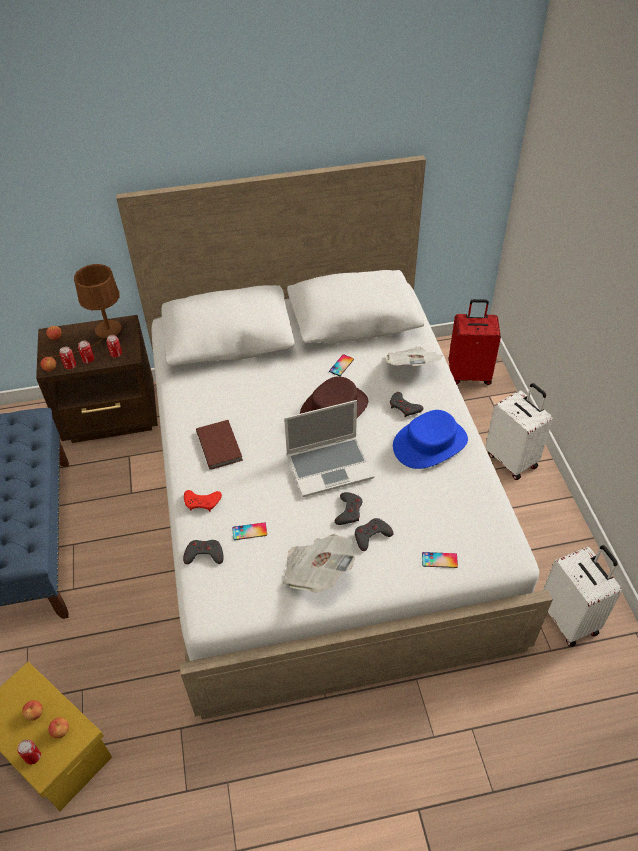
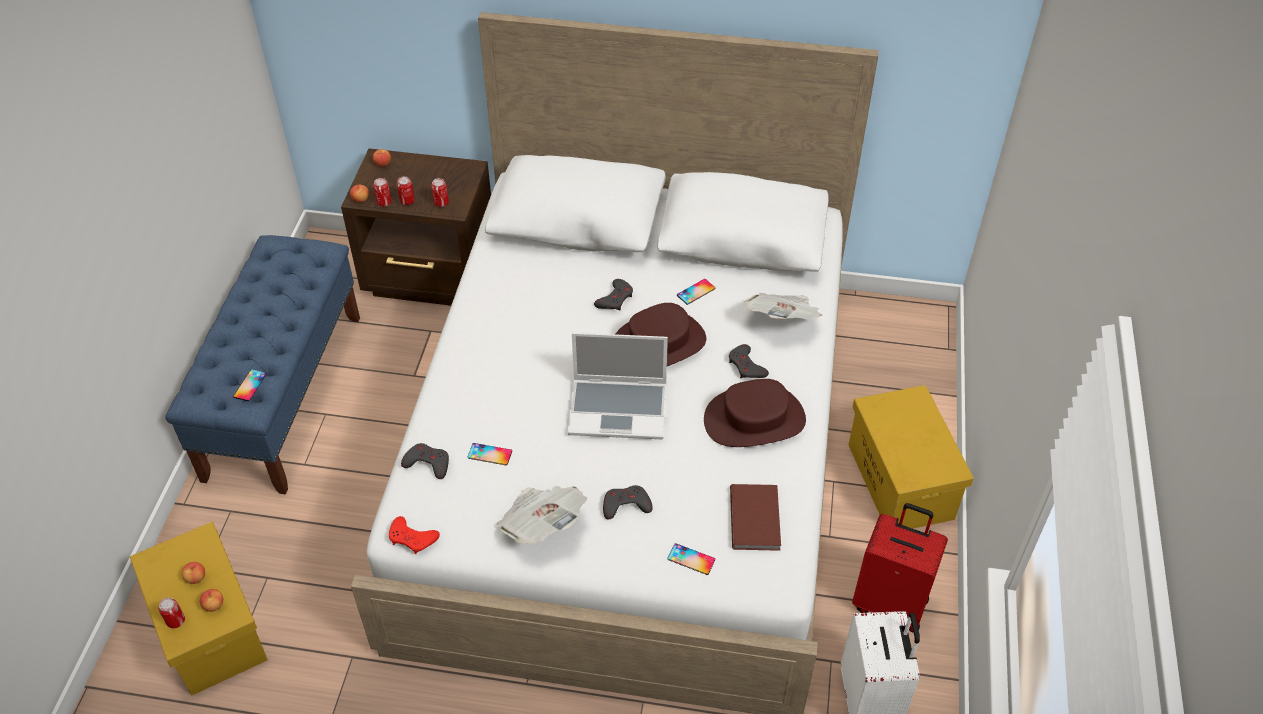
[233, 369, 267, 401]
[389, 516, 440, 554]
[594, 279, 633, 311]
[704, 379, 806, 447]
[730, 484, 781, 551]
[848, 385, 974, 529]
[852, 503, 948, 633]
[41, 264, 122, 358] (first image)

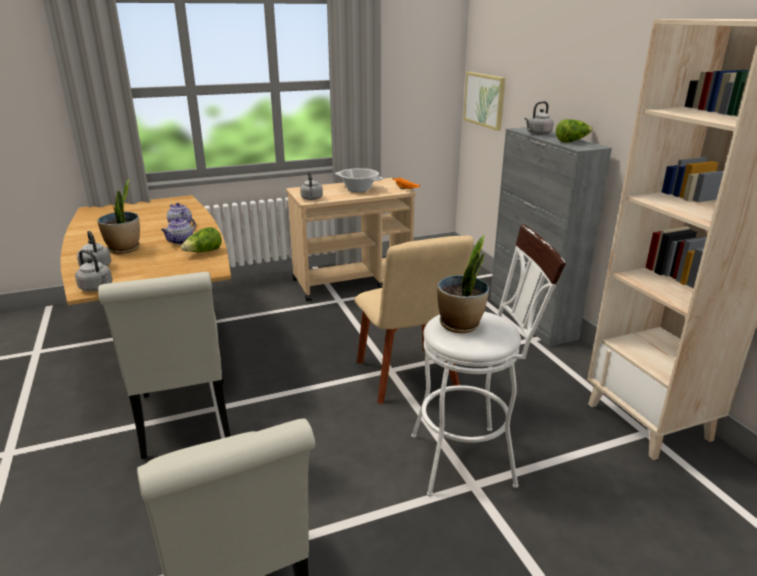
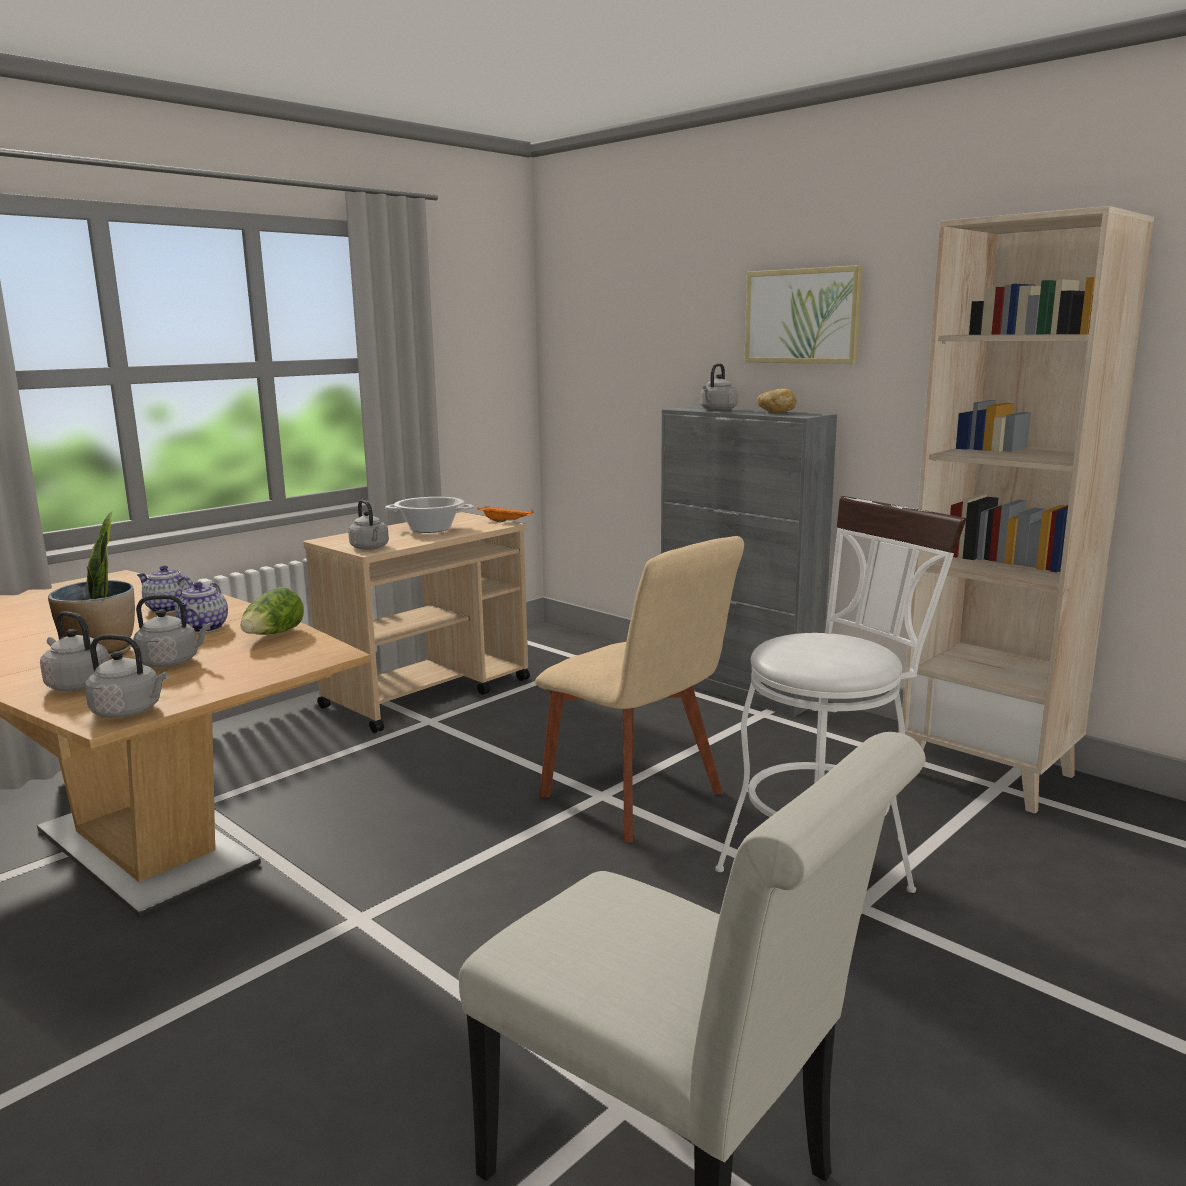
[134, 595, 210, 667]
[744, 265, 863, 364]
[757, 388, 797, 413]
[98, 272, 231, 459] (first image)
[437, 235, 489, 333] (first image)

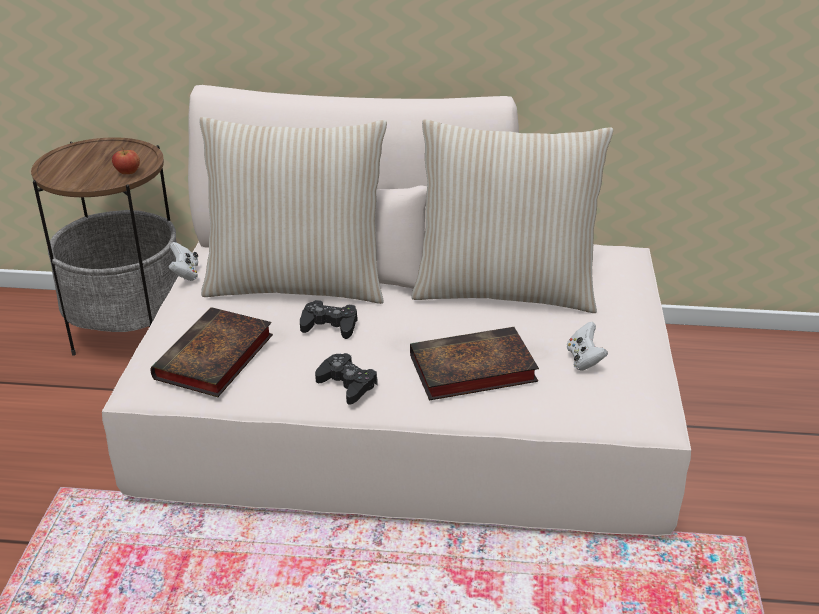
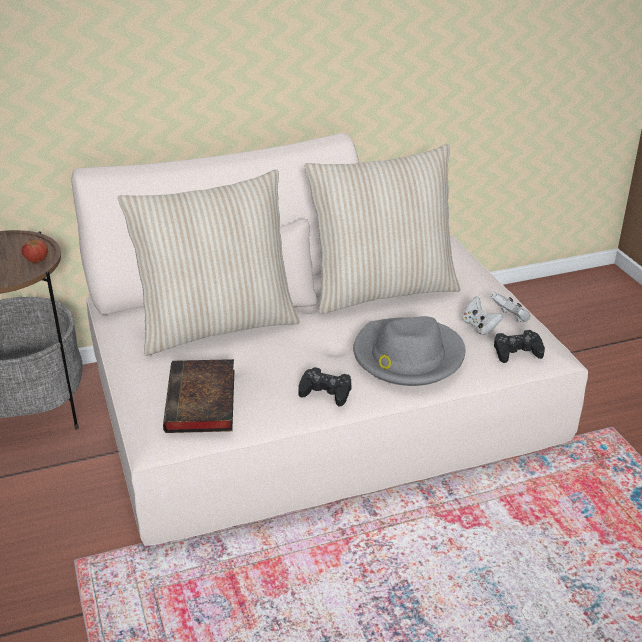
[353, 316, 465, 386]
[491, 293, 530, 322]
[494, 330, 545, 363]

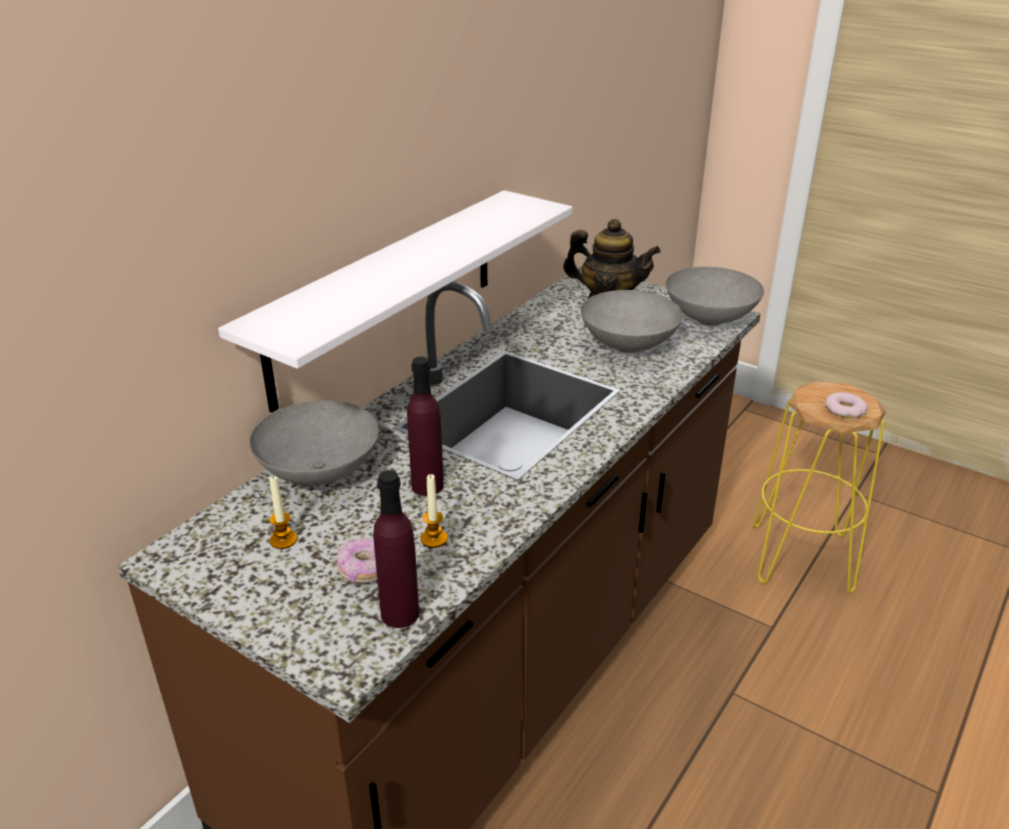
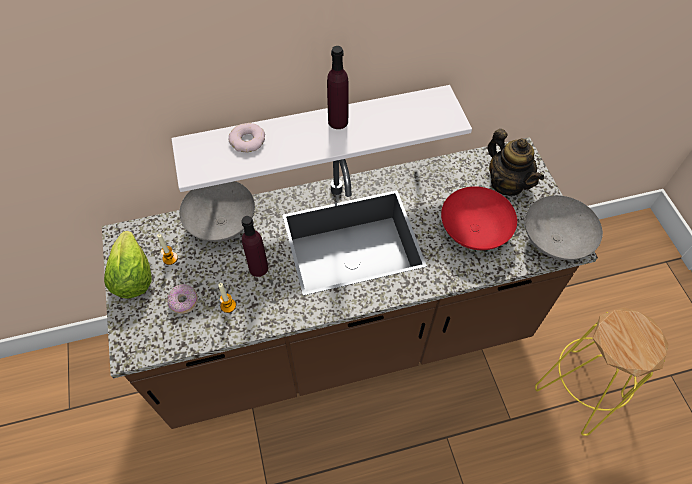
[104, 231, 152, 299]
[229, 123, 265, 153]
[327, 46, 349, 129]
[441, 186, 517, 250]

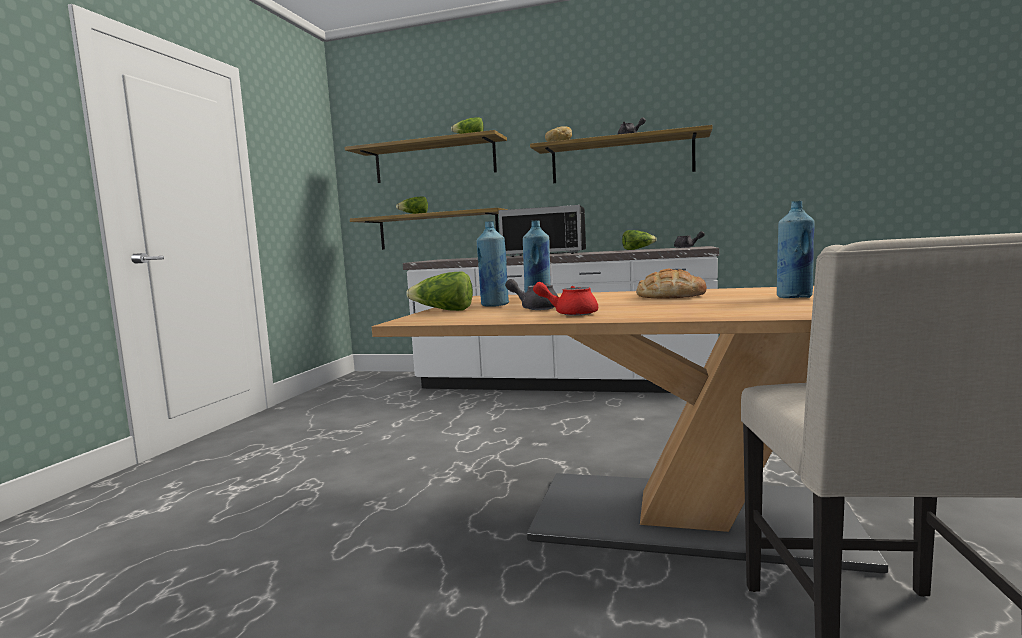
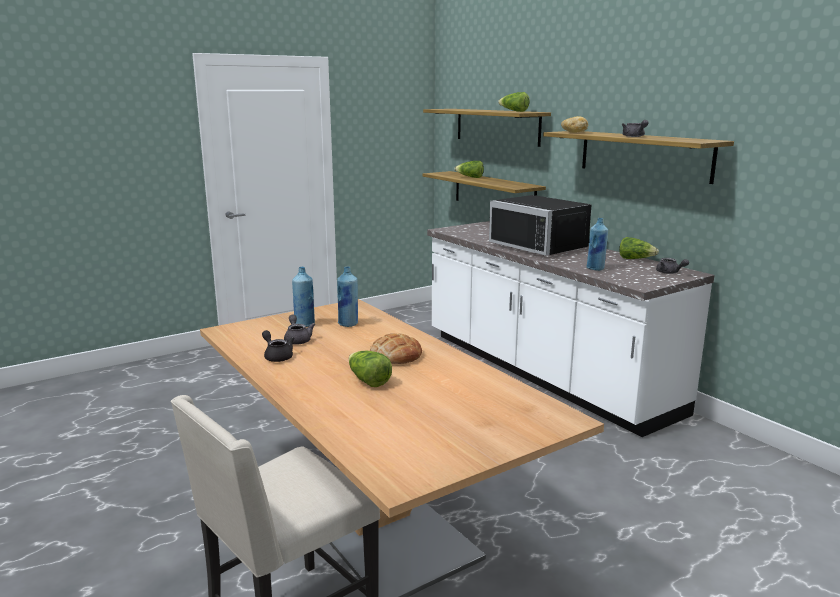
[262, 330, 294, 362]
[349, 351, 392, 387]
[587, 218, 608, 271]

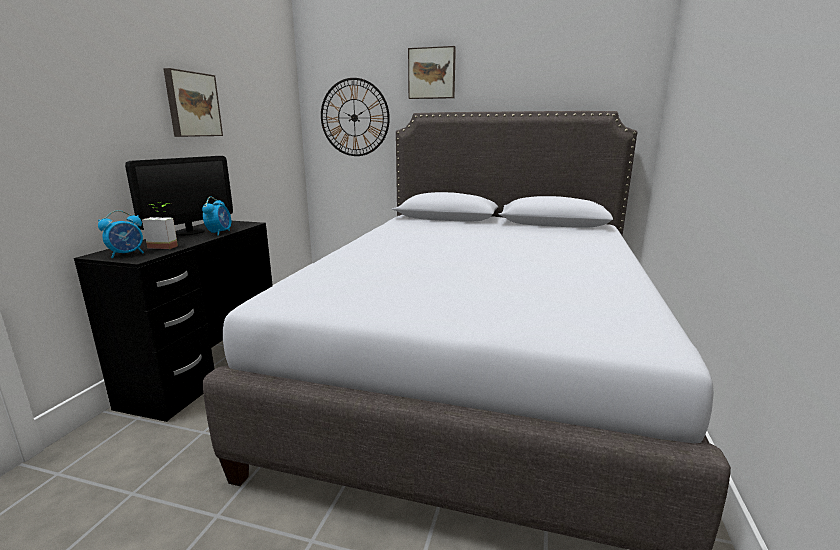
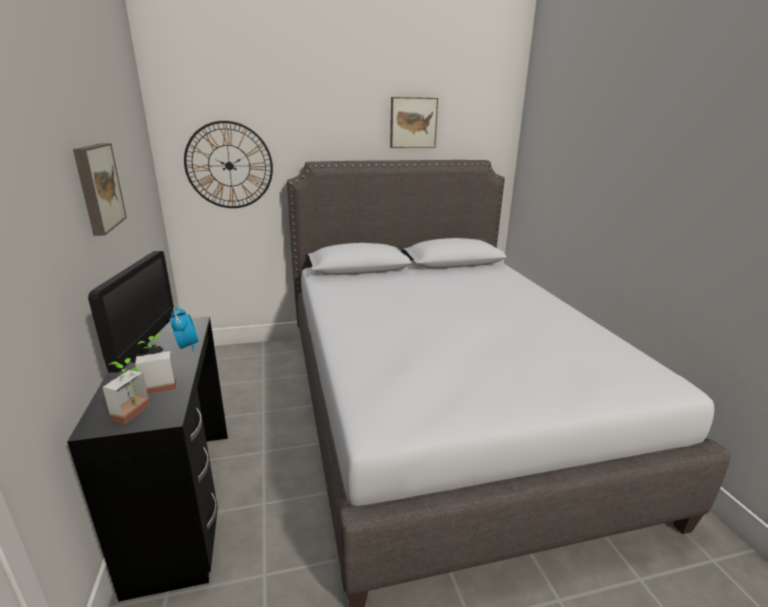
[102, 358, 150, 424]
[390, 97, 438, 148]

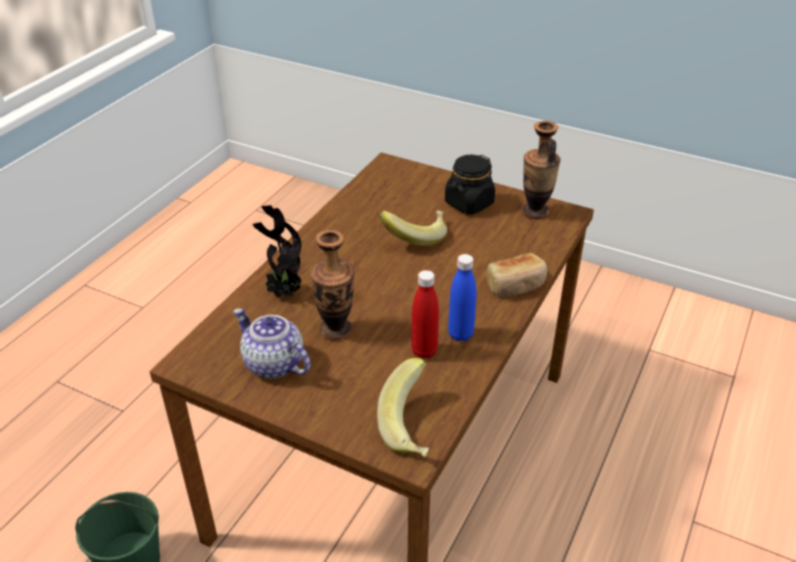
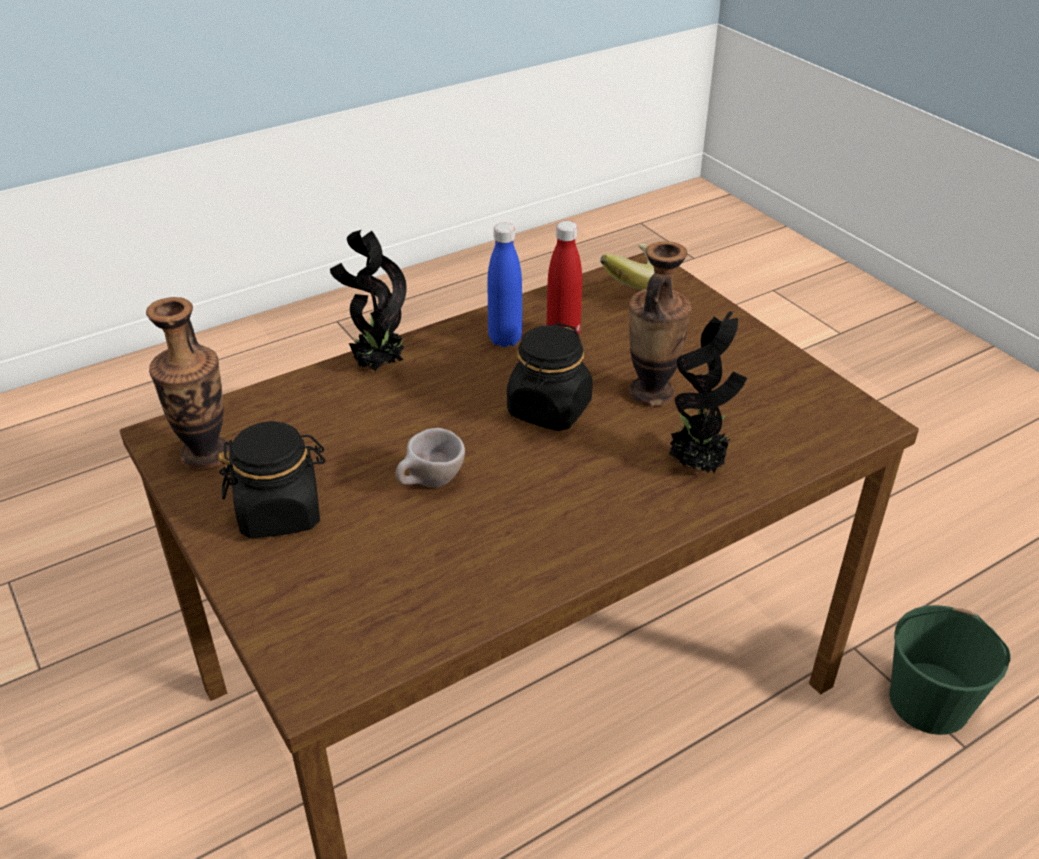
[330, 230, 407, 371]
[395, 428, 465, 487]
[507, 323, 593, 431]
[234, 308, 310, 379] (first image)

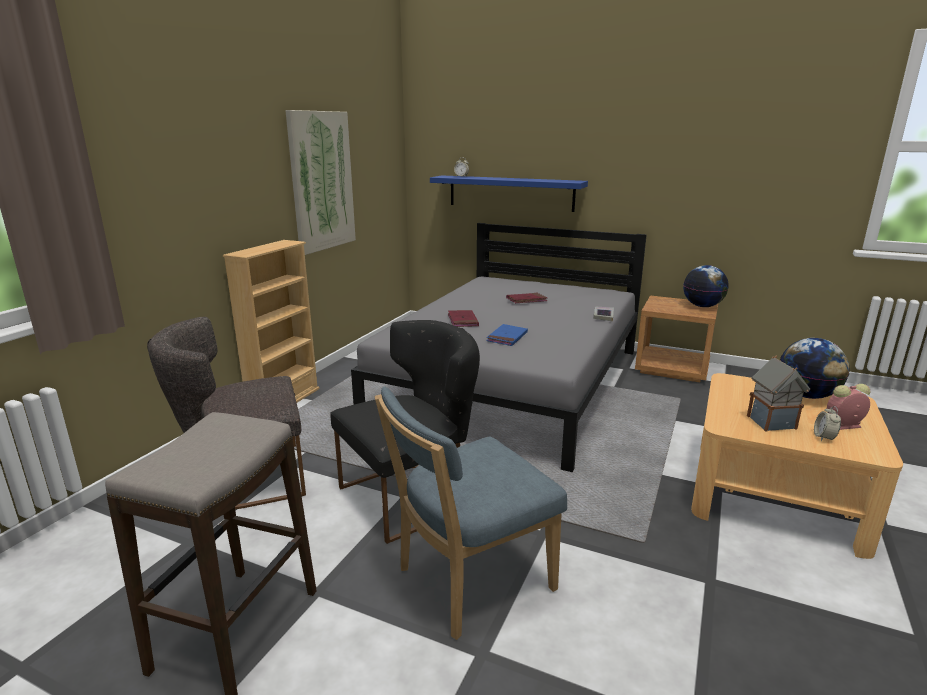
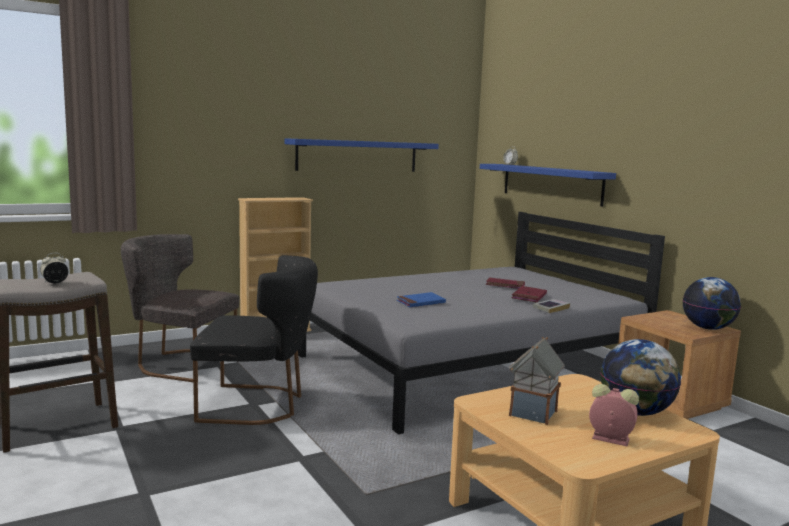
[40, 253, 69, 283]
[284, 138, 439, 172]
[511, 286, 547, 302]
[375, 386, 567, 640] (first image)

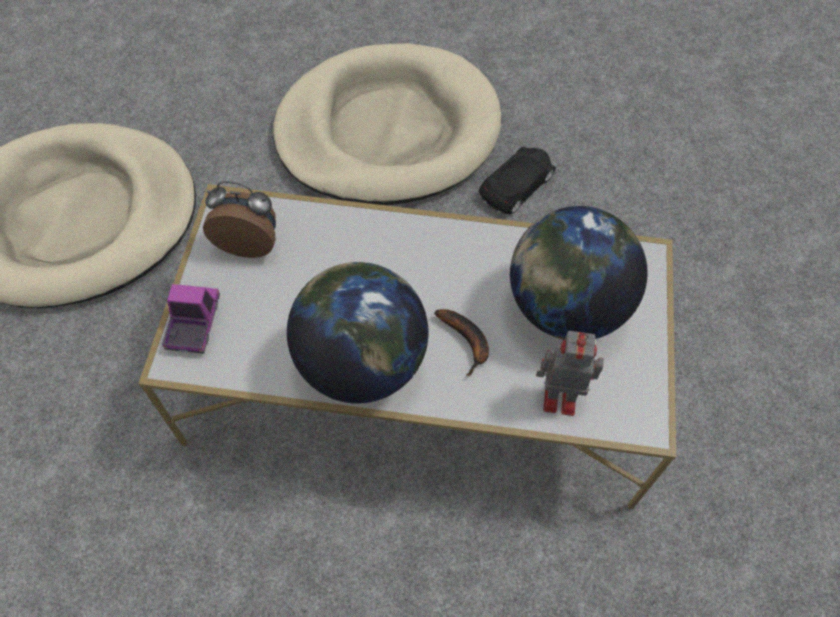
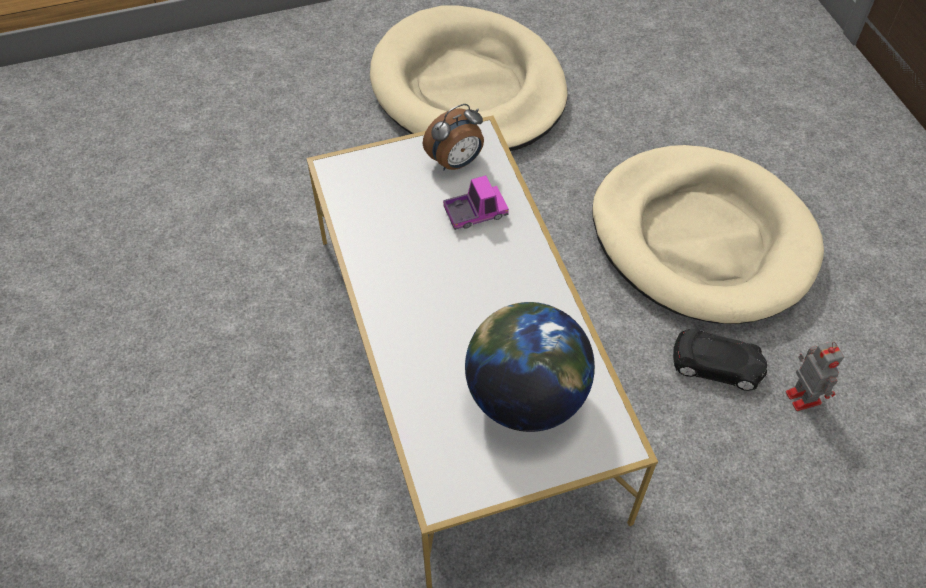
[423, 104, 484, 170]
[443, 175, 509, 230]
[786, 341, 844, 411]
[287, 262, 428, 404] (first image)
[434, 309, 489, 376] (first image)

